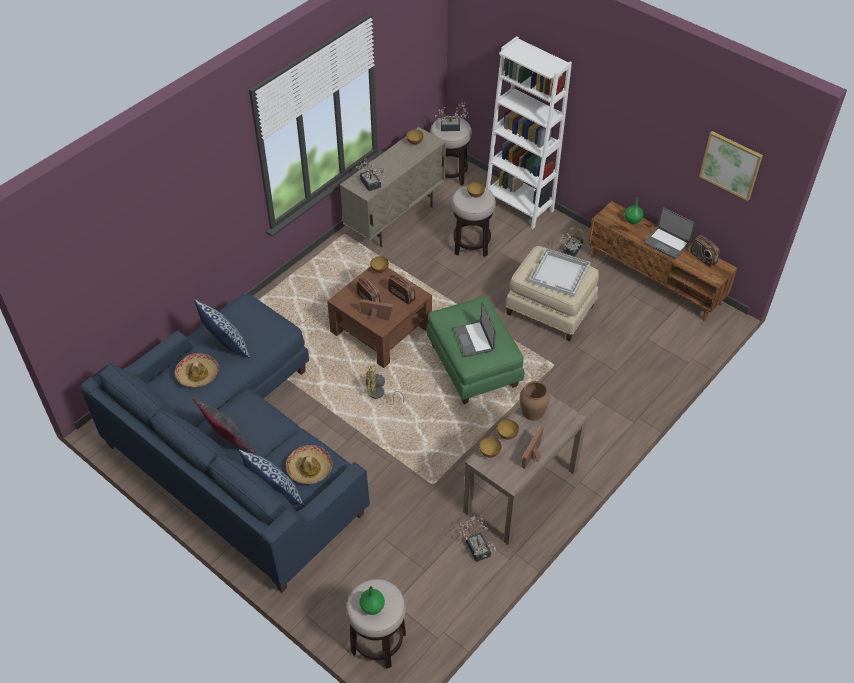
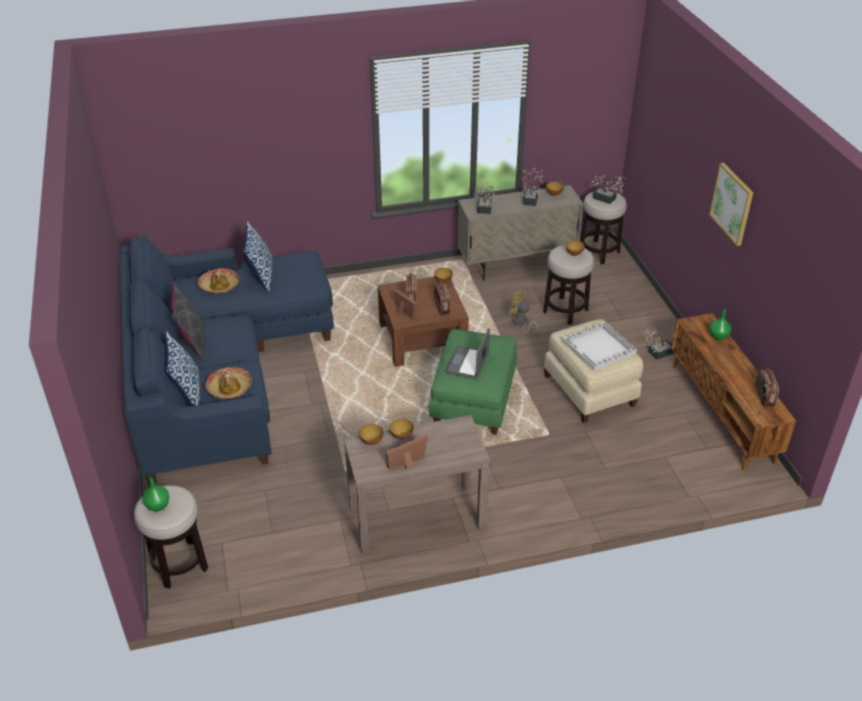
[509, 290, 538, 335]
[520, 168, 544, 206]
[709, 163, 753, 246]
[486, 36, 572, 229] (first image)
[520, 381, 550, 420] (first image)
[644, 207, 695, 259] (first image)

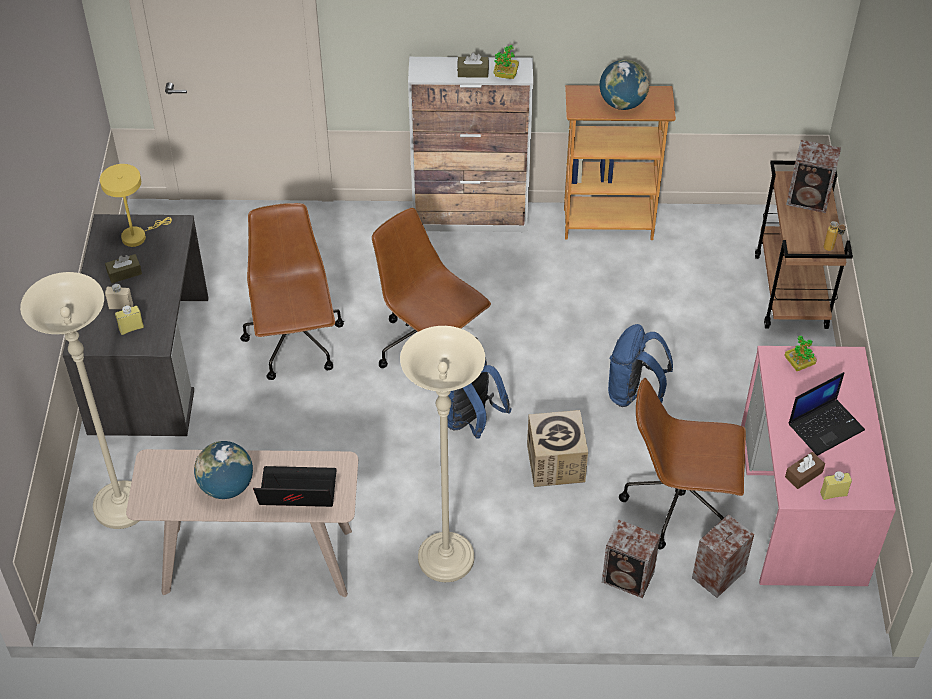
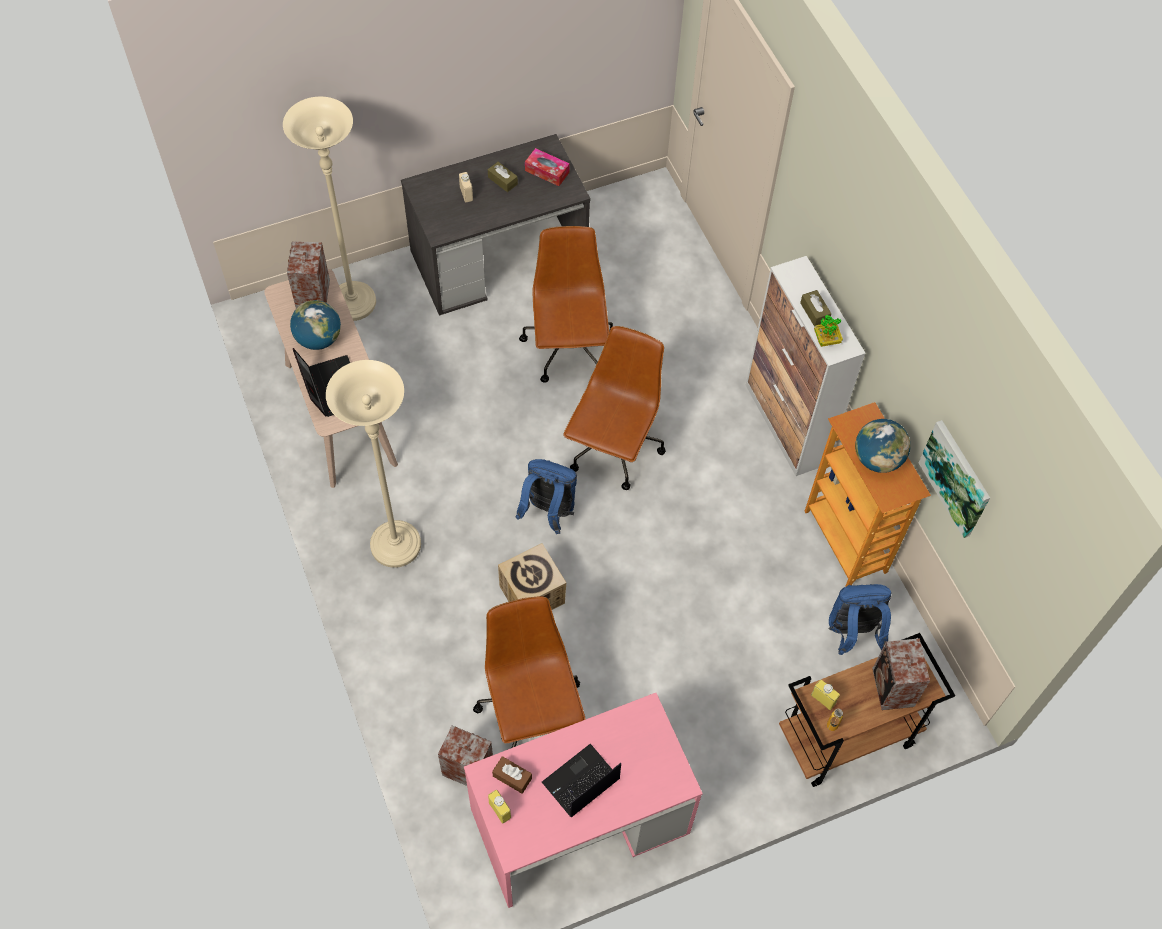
[287, 241, 330, 308]
[519, 226, 613, 383]
[525, 148, 570, 186]
[542, 744, 621, 817]
[811, 680, 840, 710]
[828, 584, 891, 655]
[918, 420, 990, 538]
[784, 336, 817, 371] (first image)

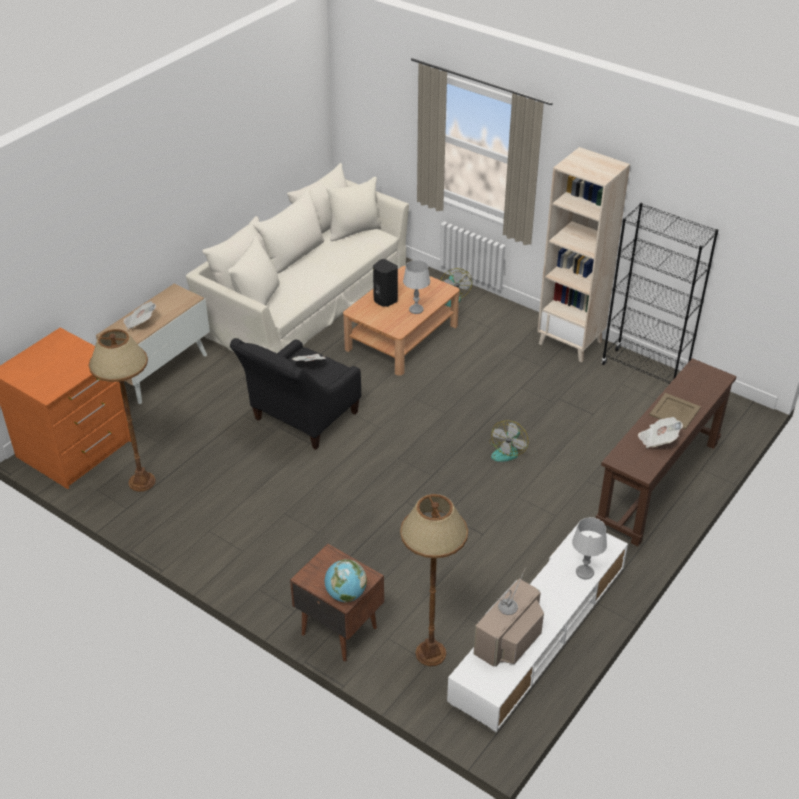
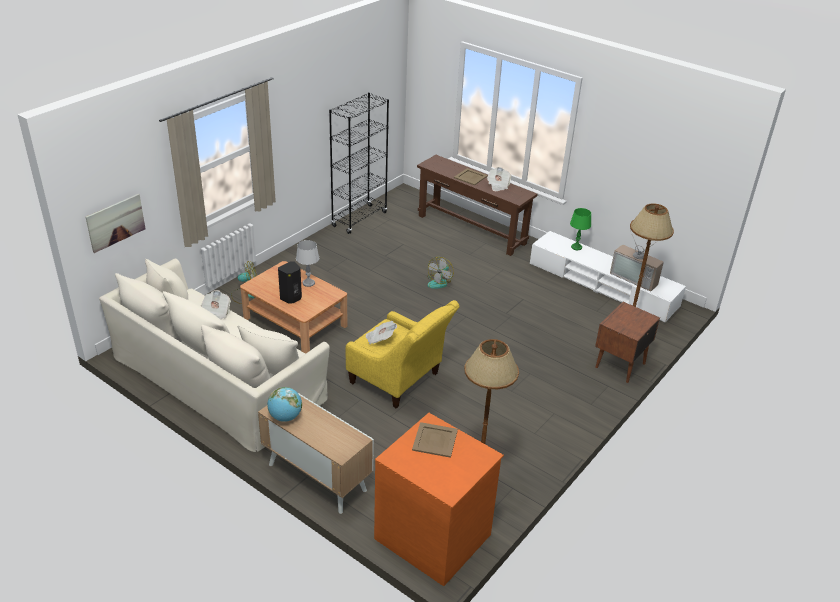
[86, 194, 145, 253]
[201, 290, 231, 320]
[267, 387, 302, 422]
[346, 300, 460, 409]
[412, 422, 458, 458]
[427, 257, 454, 289]
[570, 208, 591, 250]
[537, 147, 630, 362] (first image)

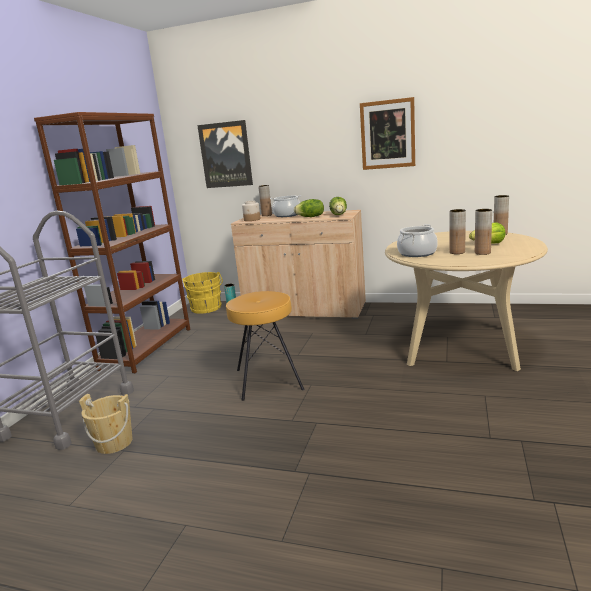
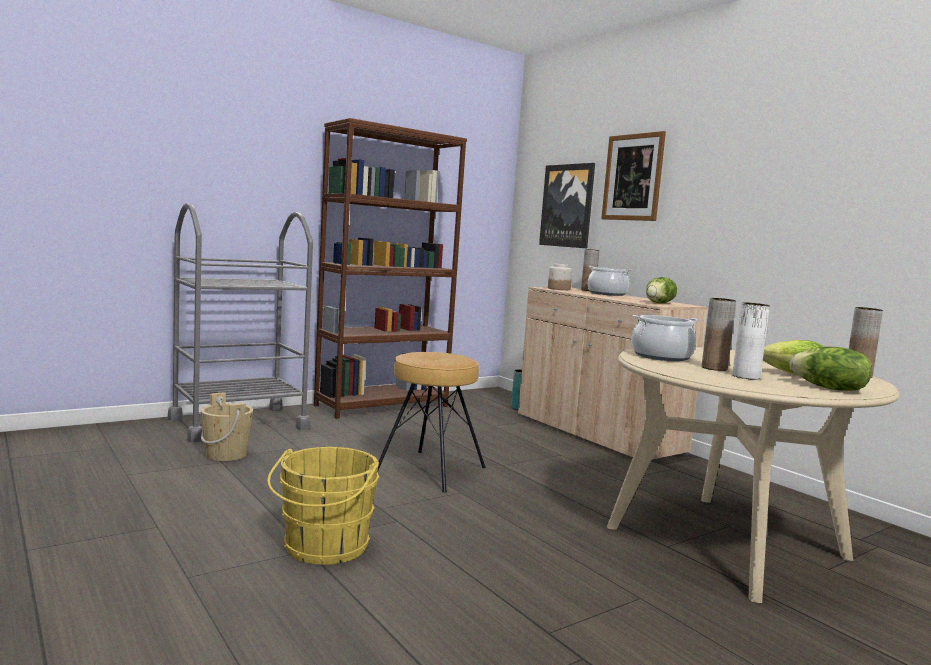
[267, 447, 379, 565]
[601, 131, 666, 221]
[732, 302, 770, 380]
[789, 347, 872, 391]

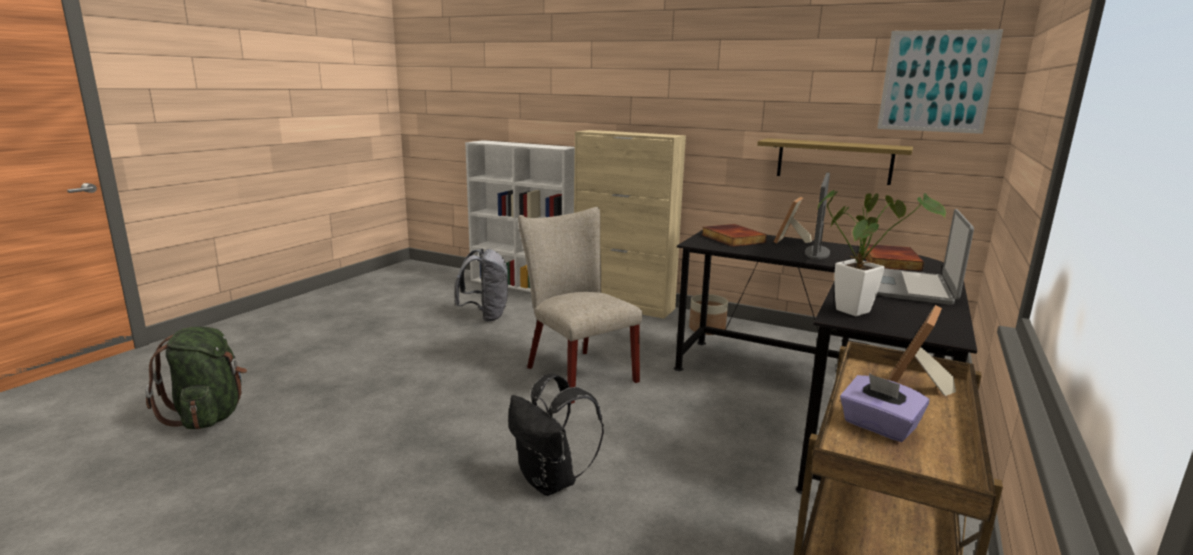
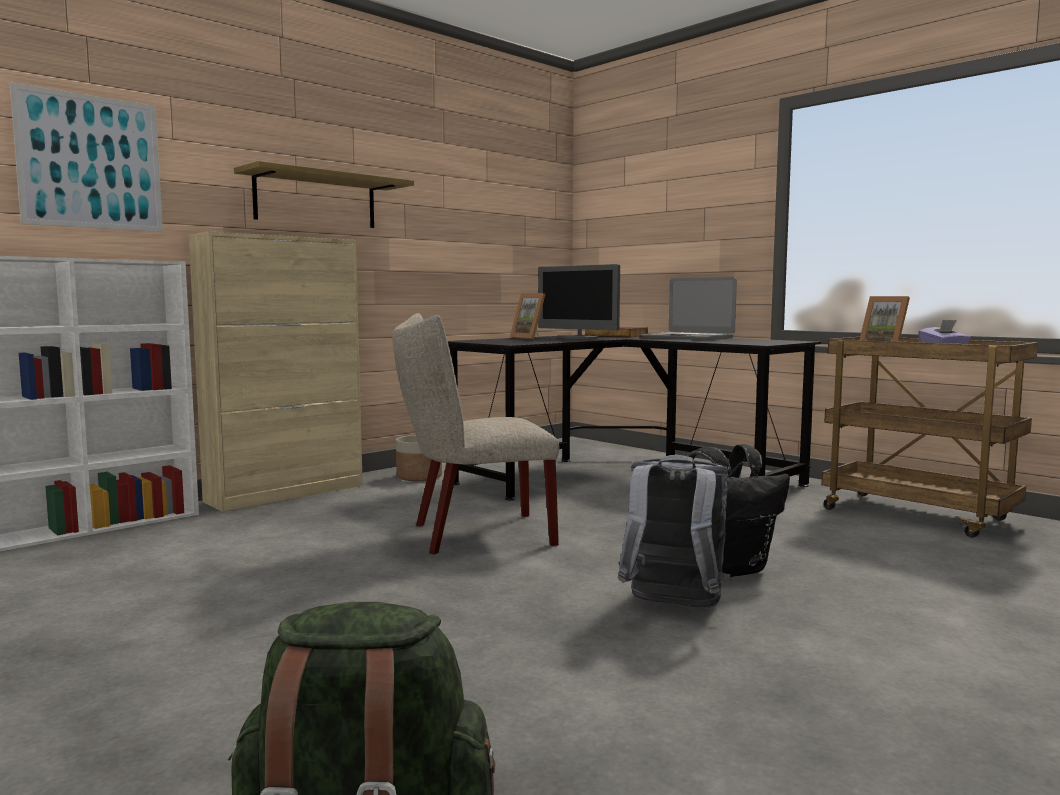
[10, 82, 163, 232]
[234, 161, 414, 228]
[618, 455, 731, 608]
[701, 224, 767, 247] (first image)
[817, 190, 946, 316] (first image)

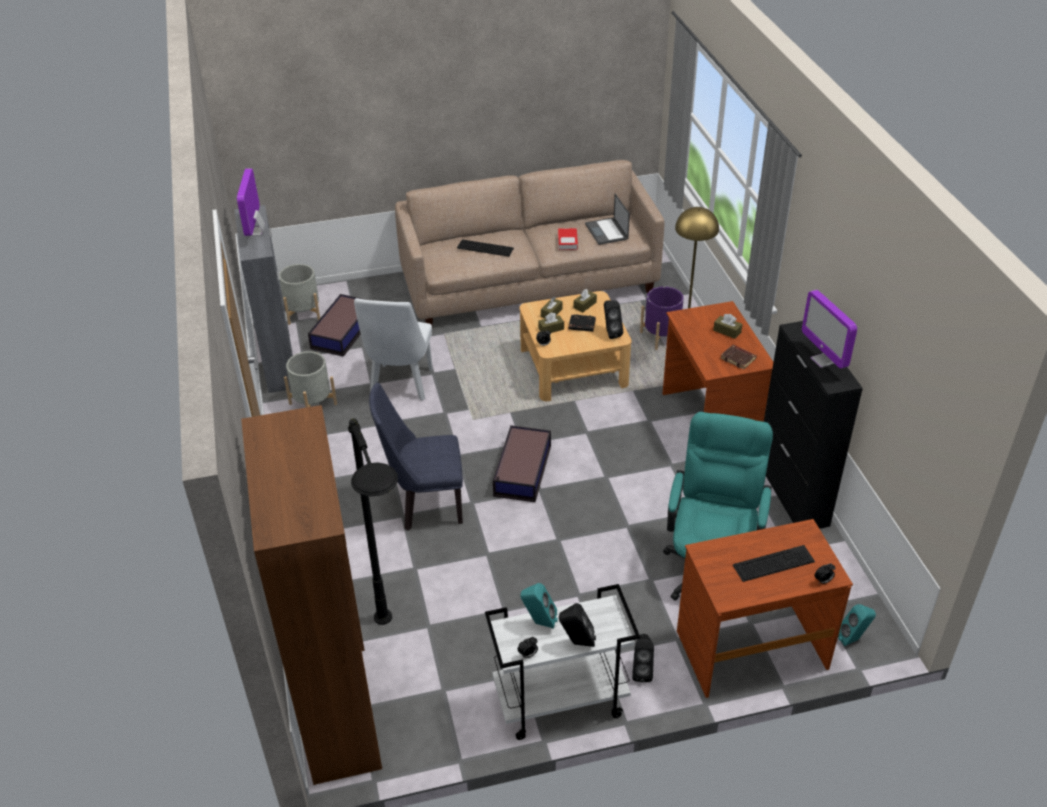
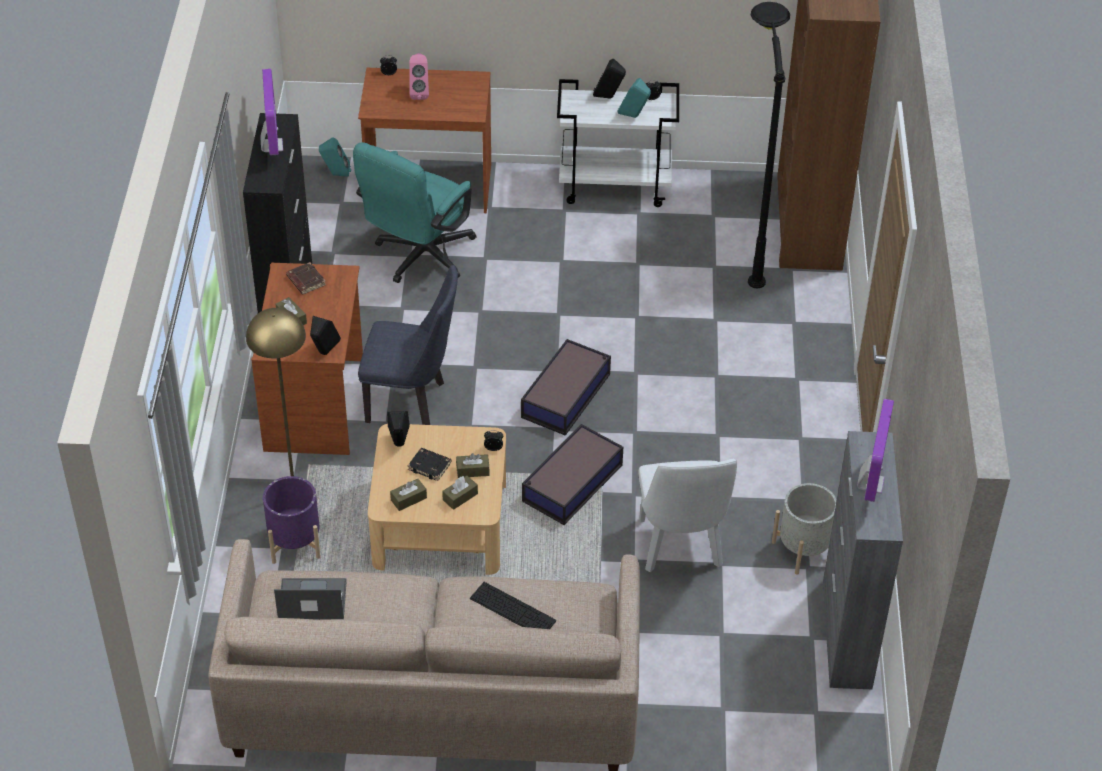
[274, 578, 347, 620]
[310, 316, 341, 355]
[358, 265, 458, 425]
[409, 53, 429, 100]
[522, 424, 623, 525]
[638, 459, 737, 572]
[279, 264, 320, 325] (first image)
[558, 228, 578, 250] (first image)

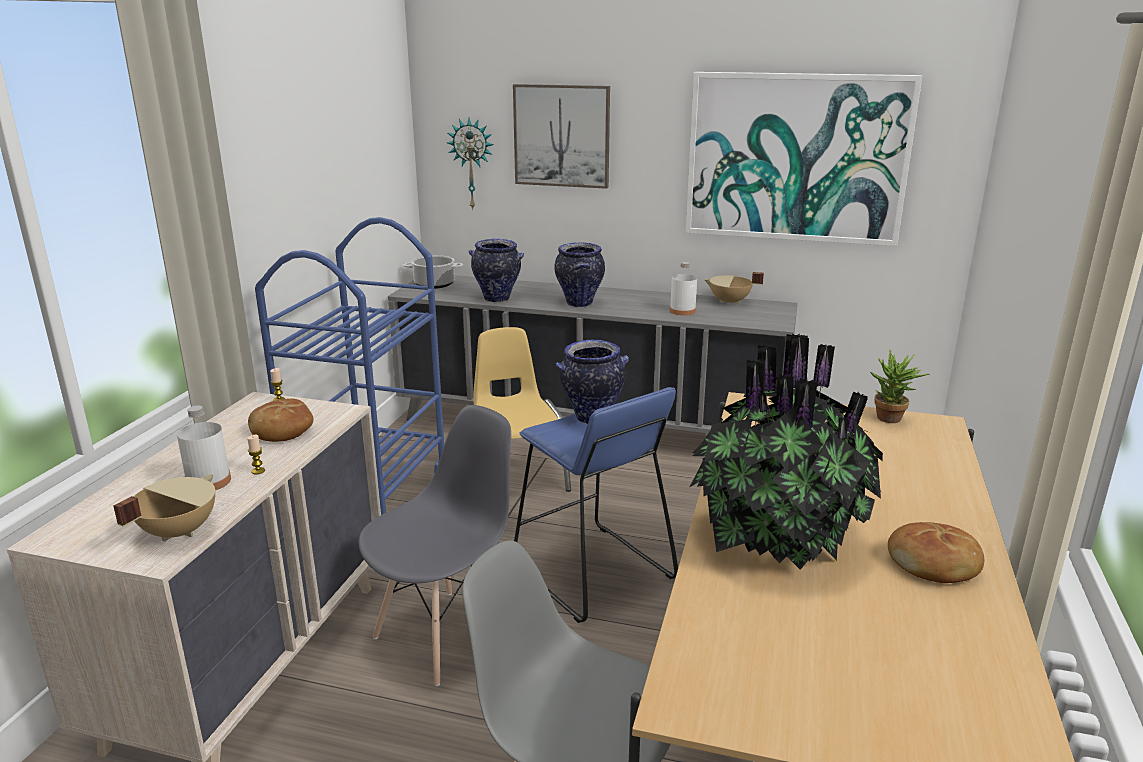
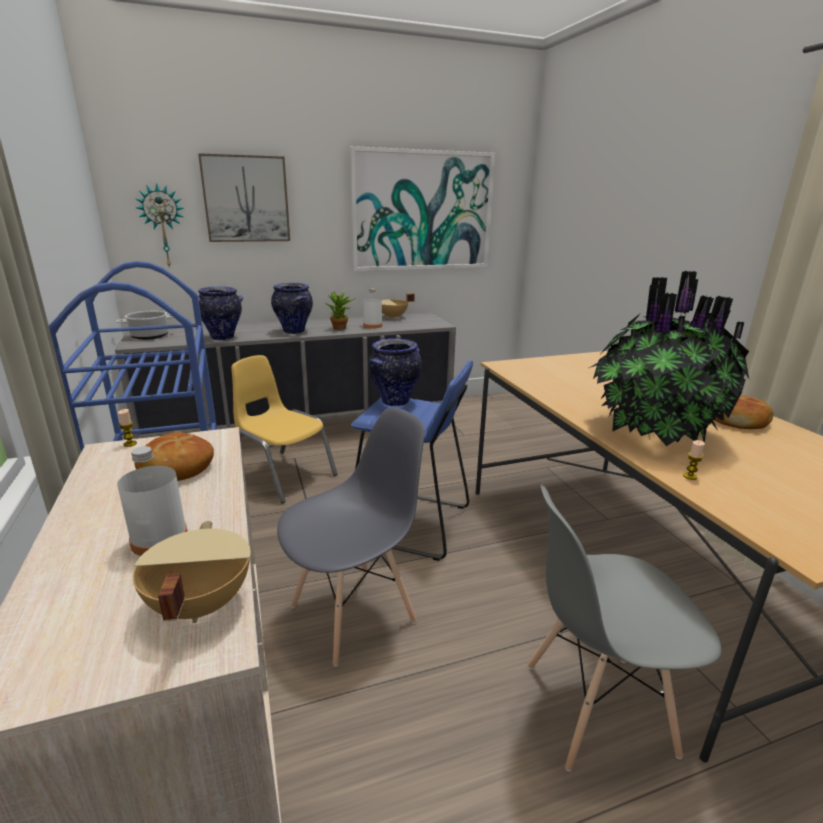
[277, 407, 425, 667]
[326, 290, 356, 330]
[683, 440, 705, 480]

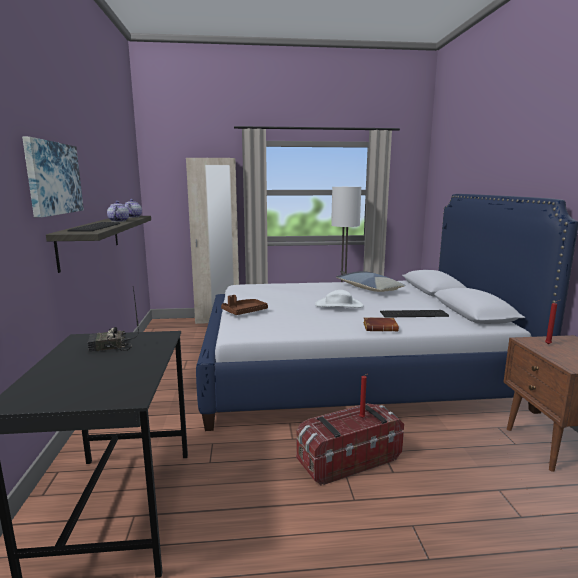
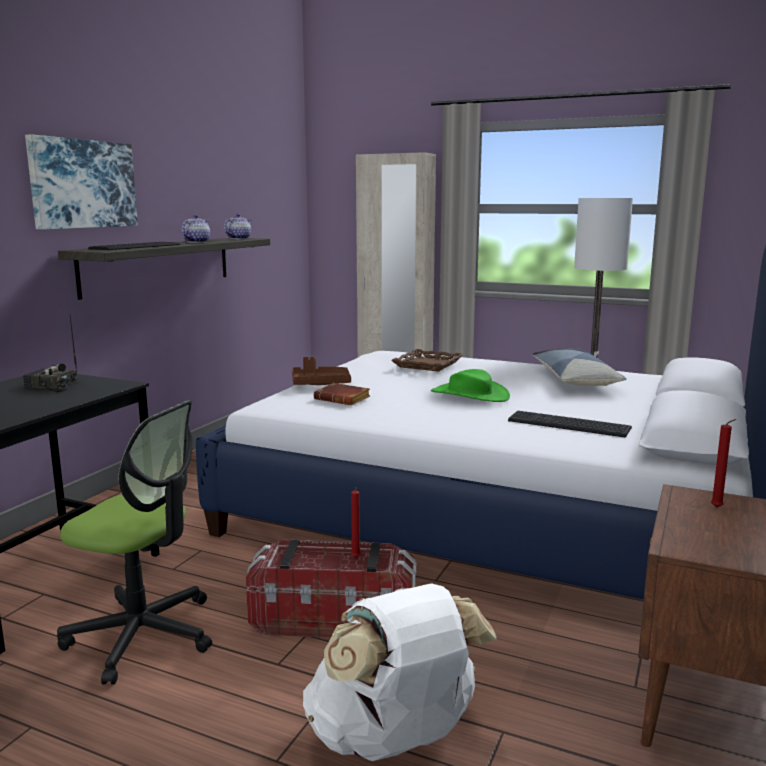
[57, 400, 212, 685]
[303, 583, 497, 761]
[314, 383, 370, 405]
[391, 349, 464, 372]
[431, 369, 510, 402]

